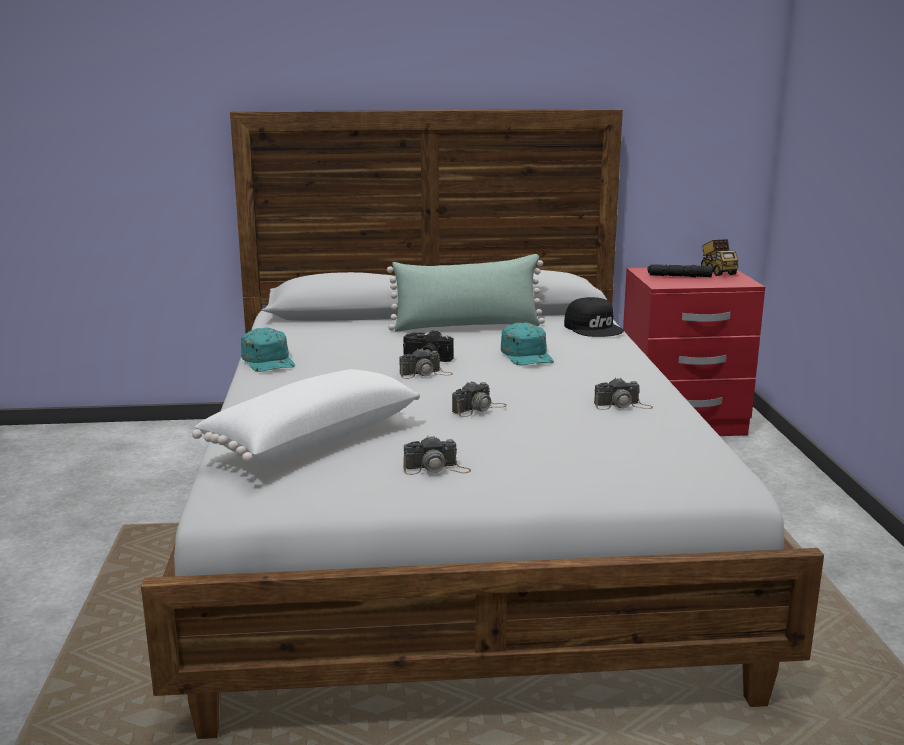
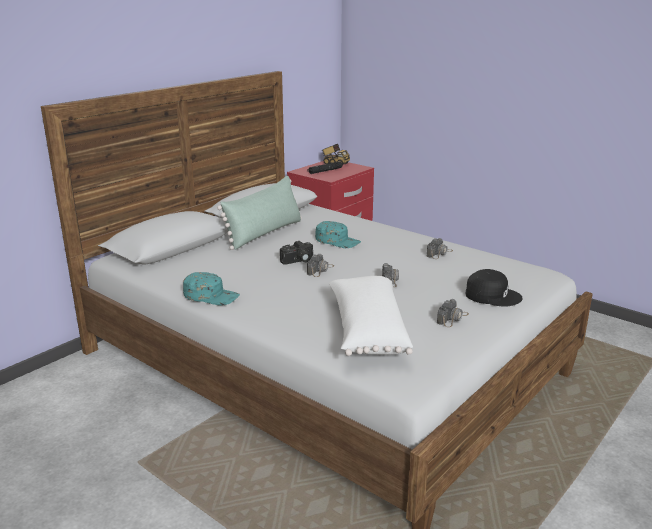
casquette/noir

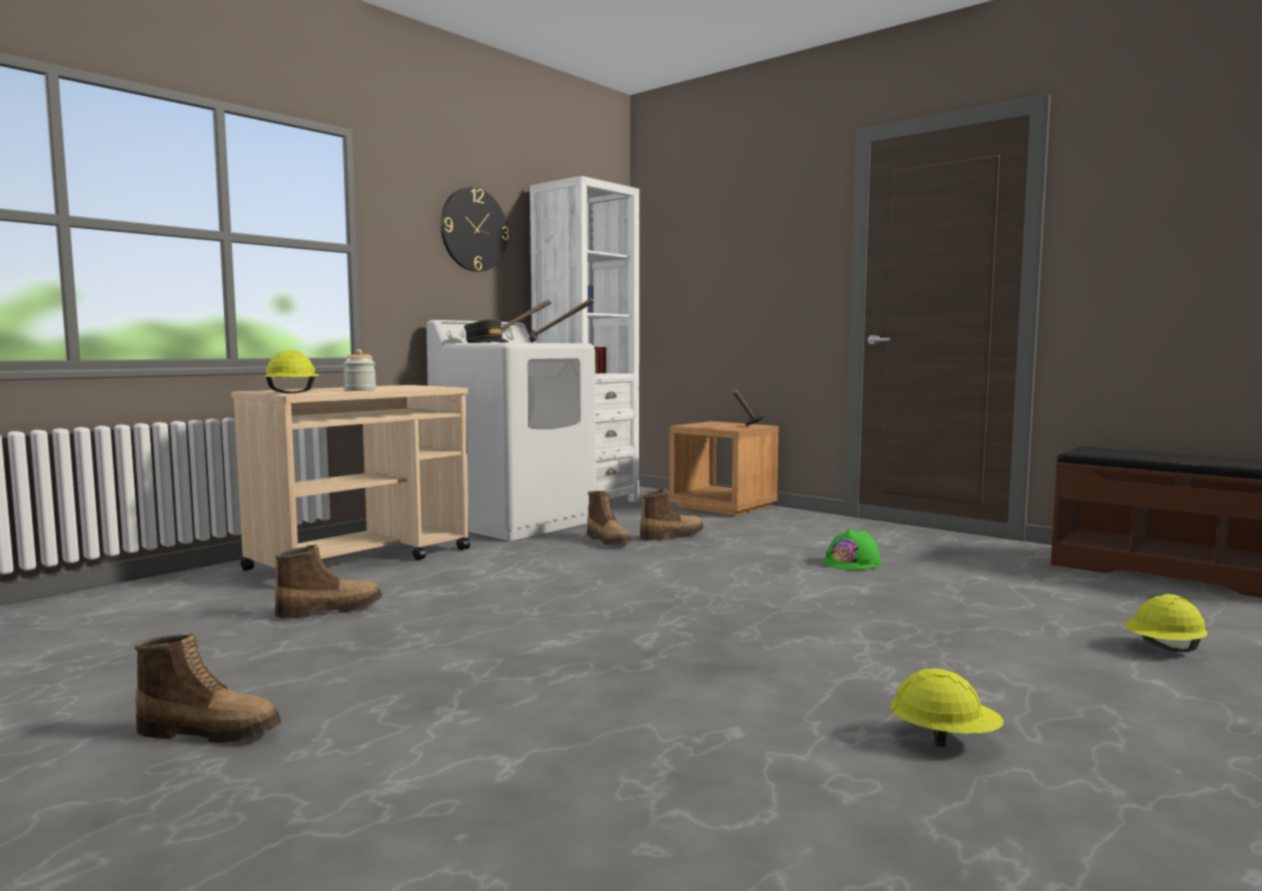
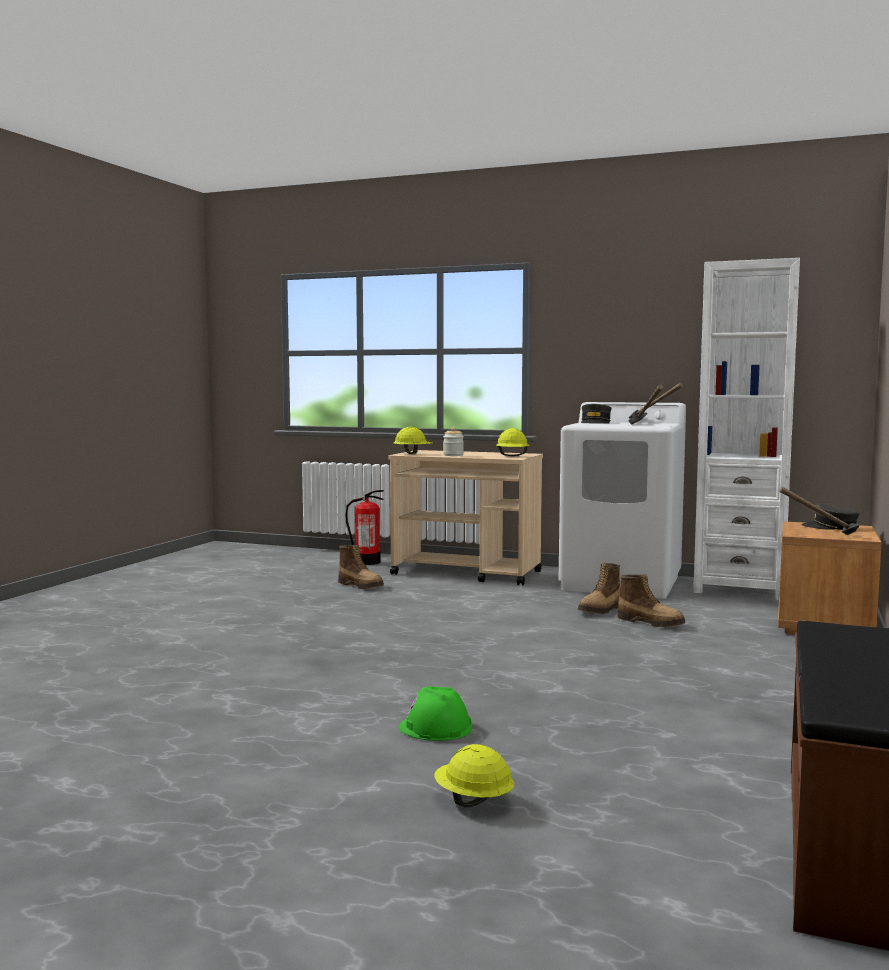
botte (no. 1 from left in the first image); horloge murale; casque de chantier/vert; casque de chantier/jaune (no. 3 from left); extincteur; casquette/gris (no. 2 from left)

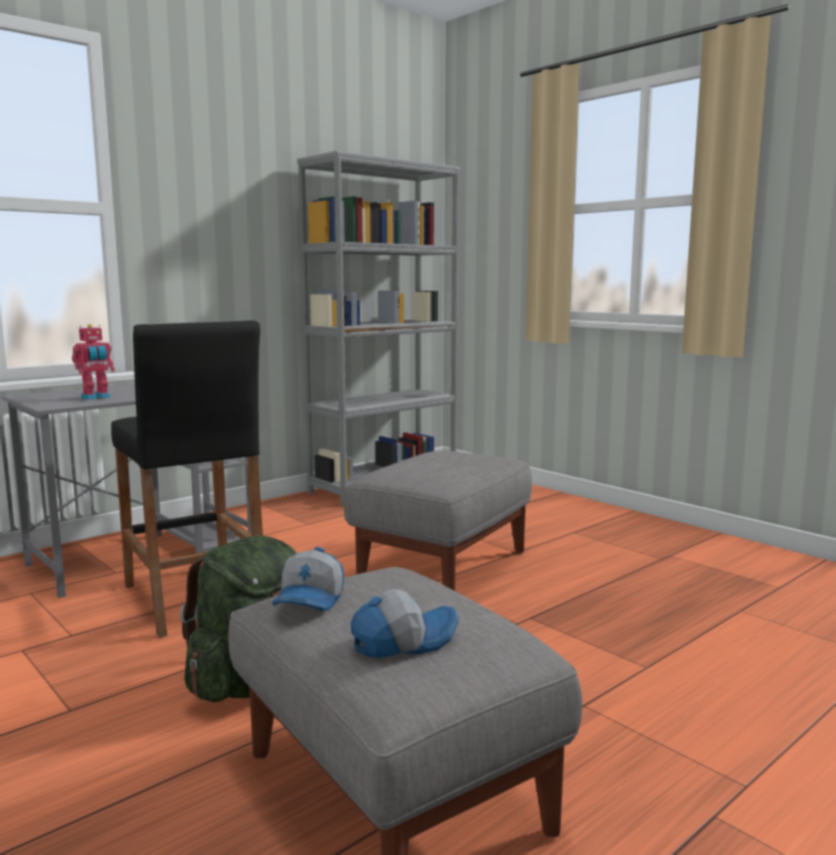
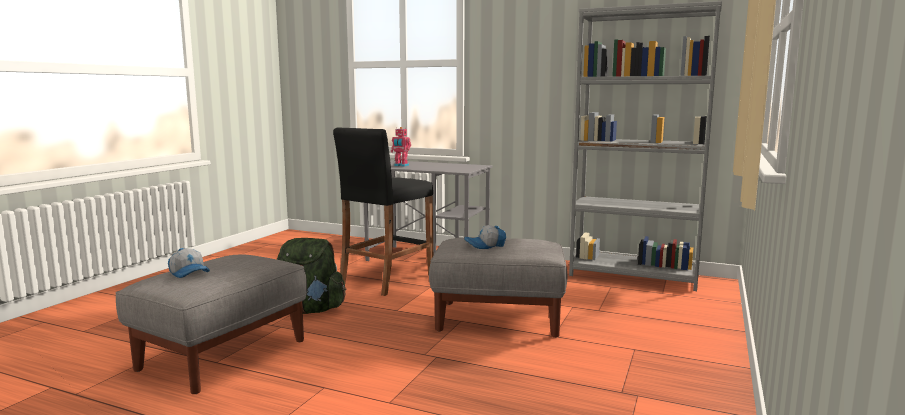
casquette (no. 2 from left)

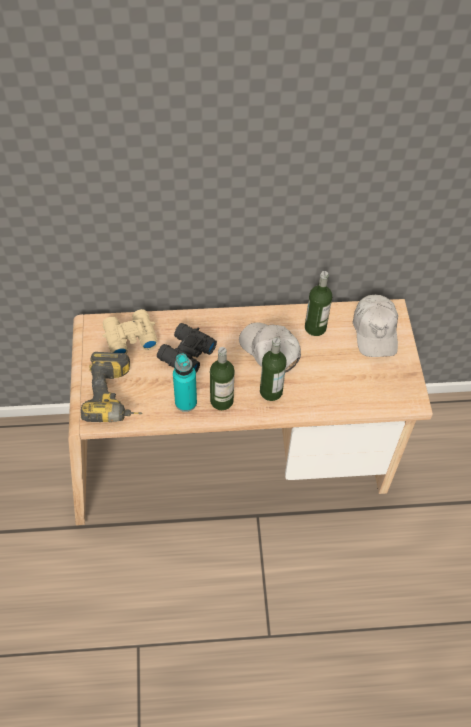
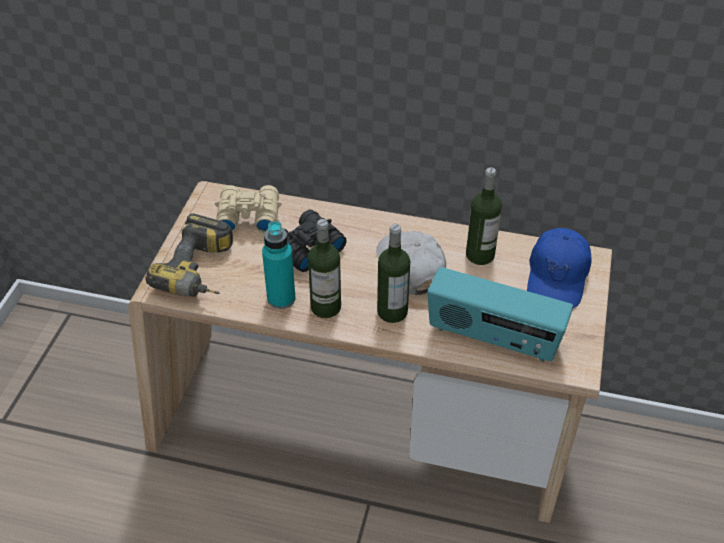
casquette/bleu; radio

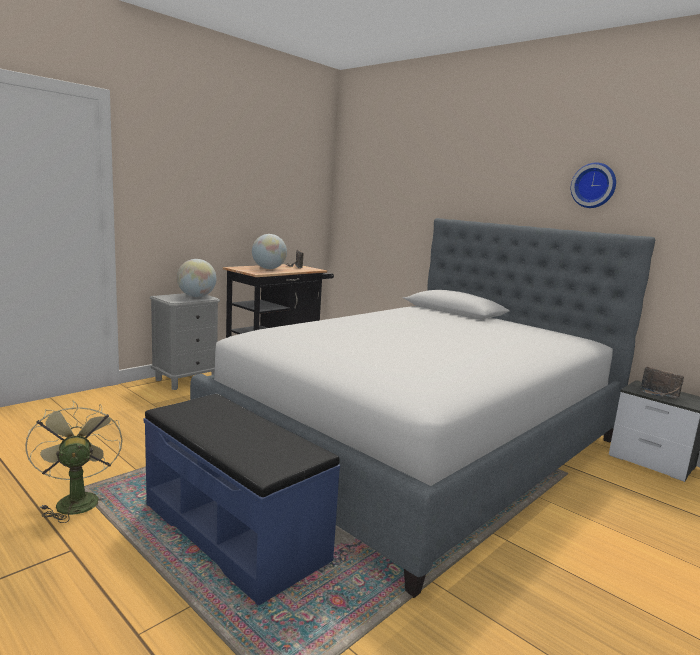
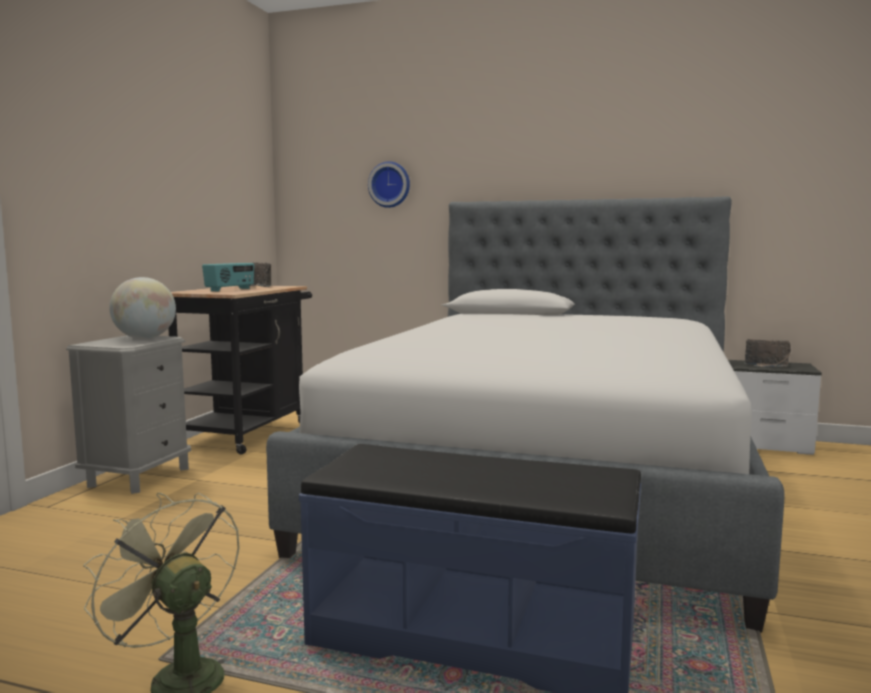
radio (no. 1 from left); horloge murale

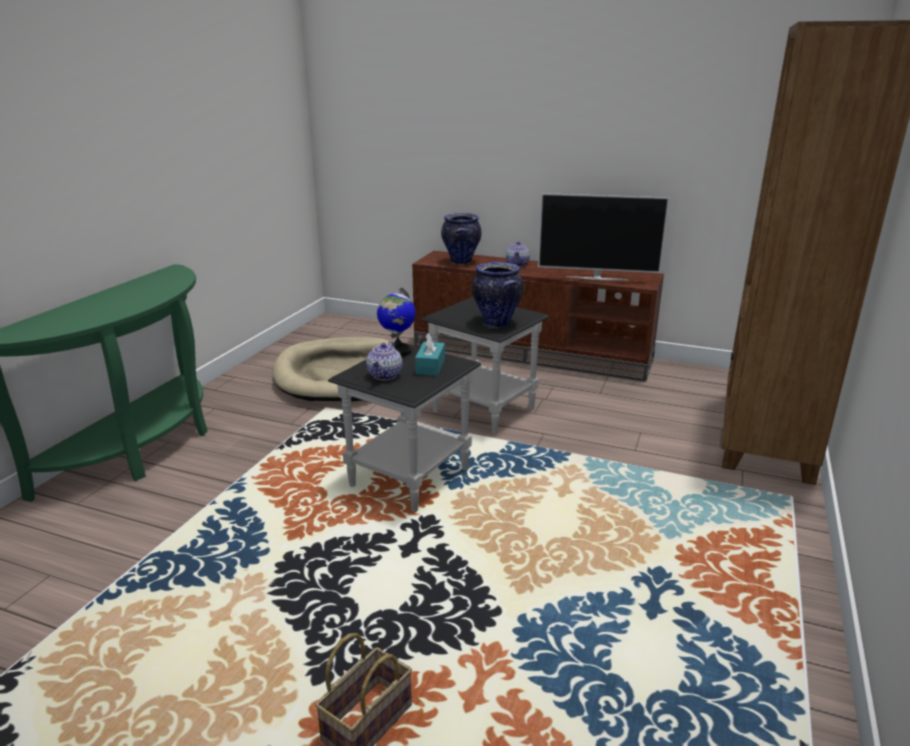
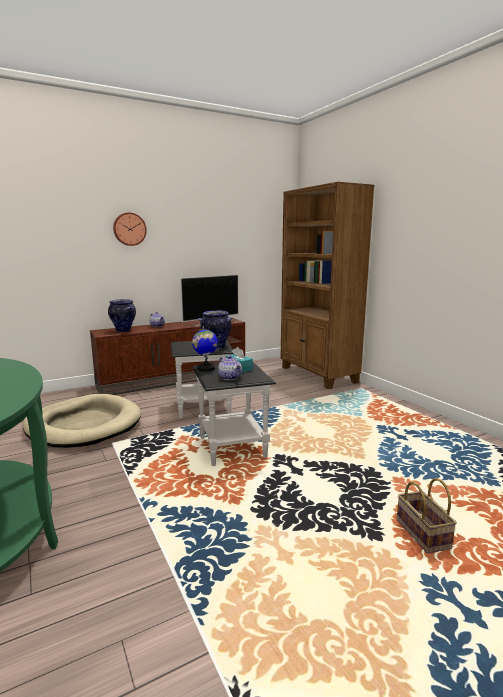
horloge murale

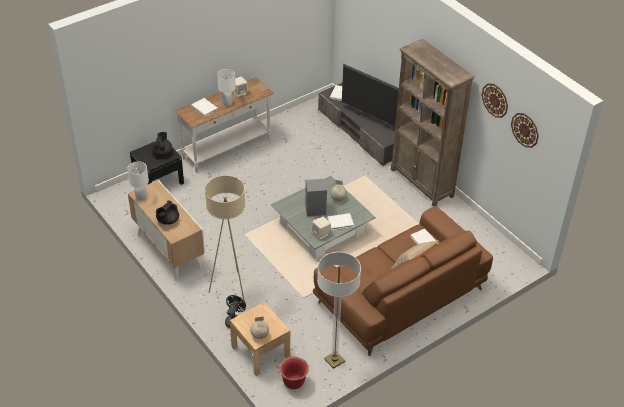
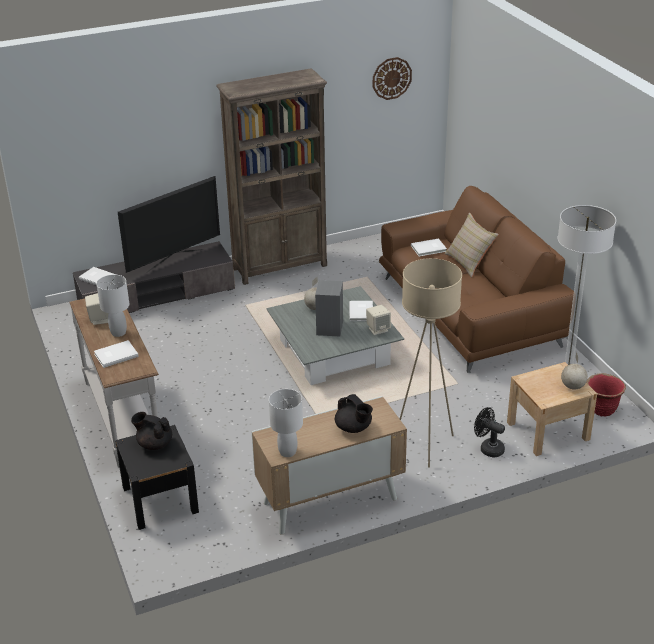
horloge murale (no. 1 from left in the first image)

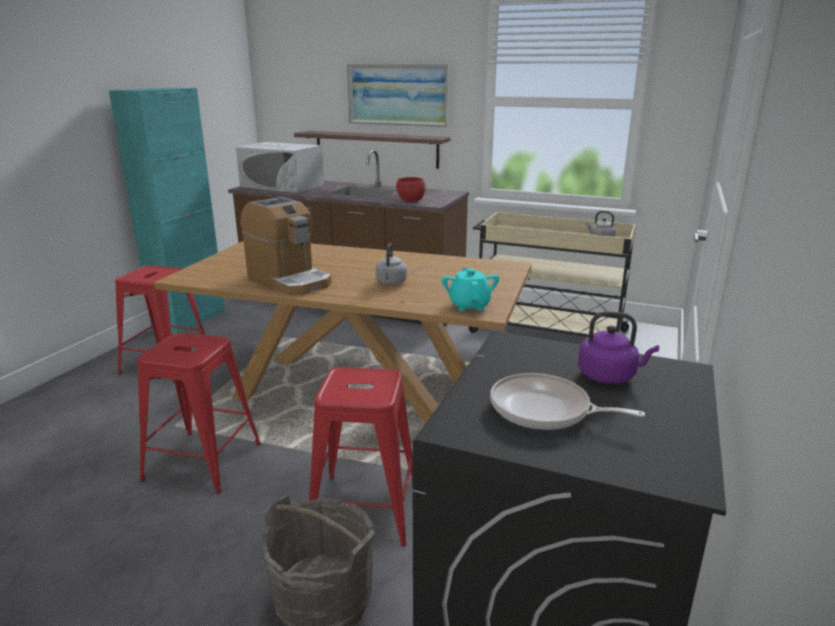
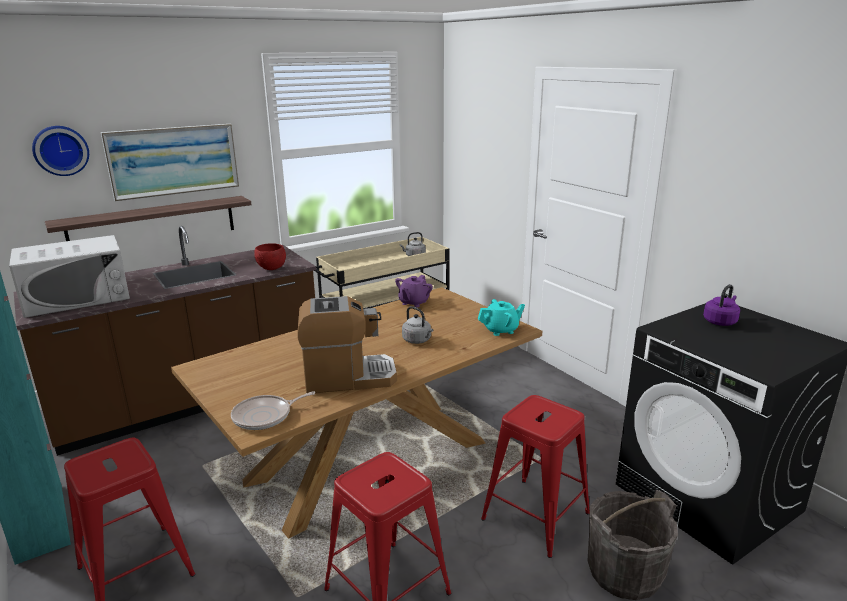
théière/turquoise; poêle; horloge murale; théière/violet

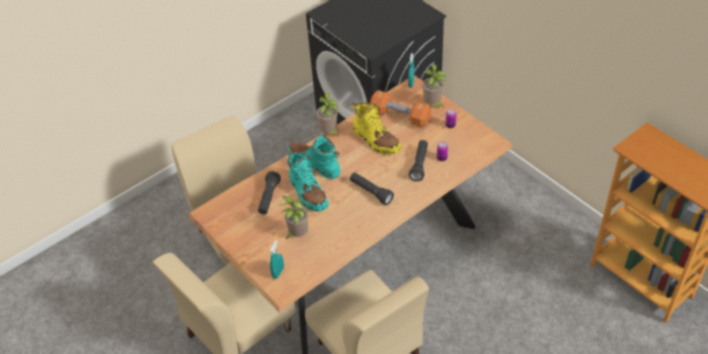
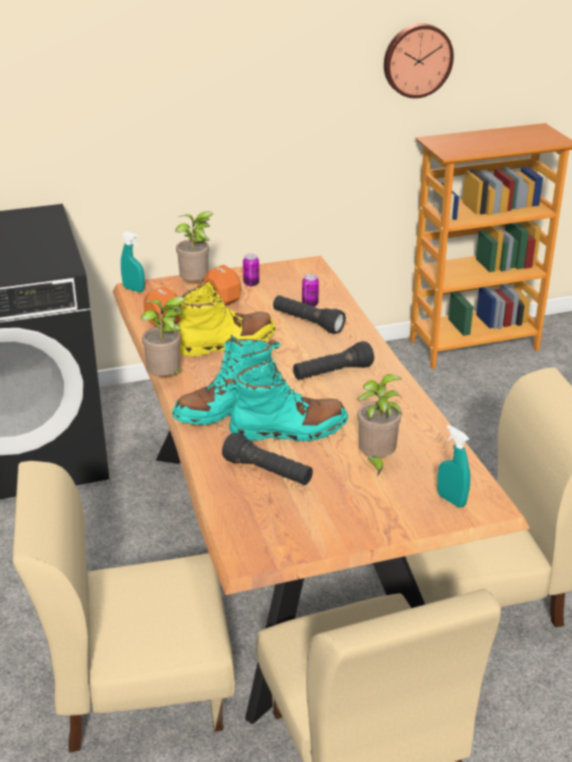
horloge murale

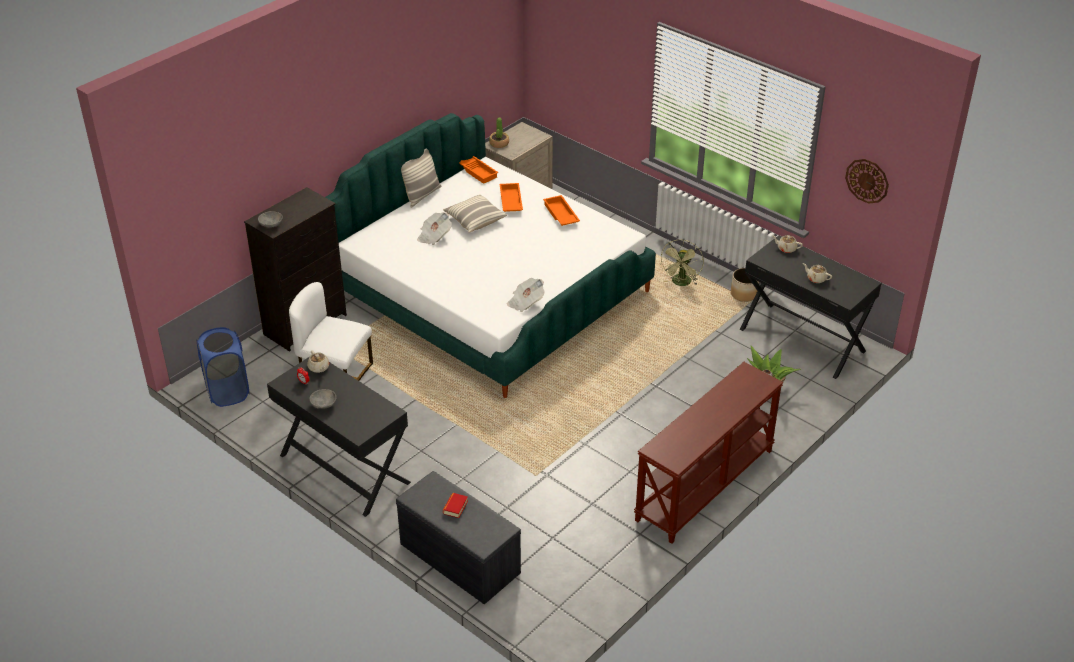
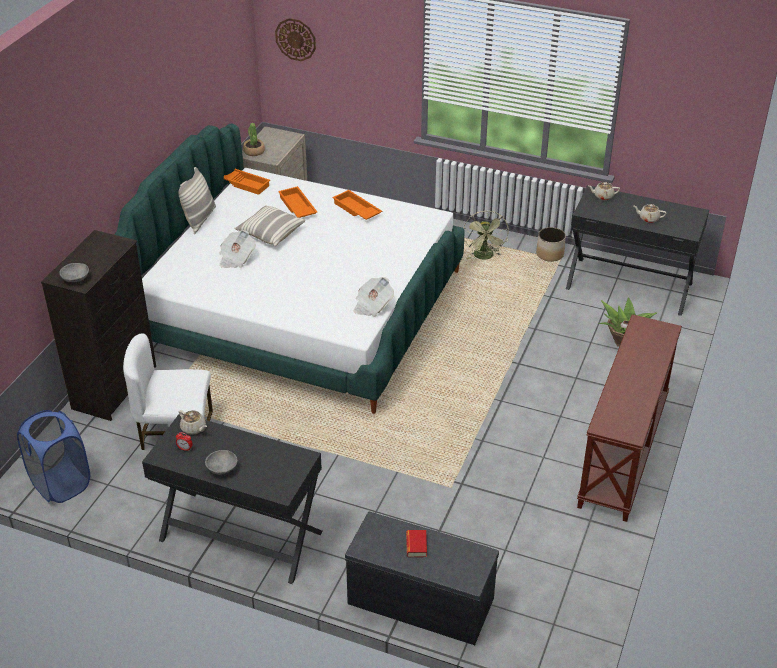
horloge murale

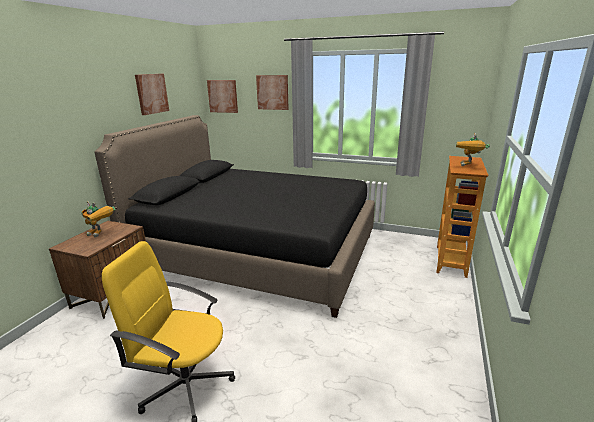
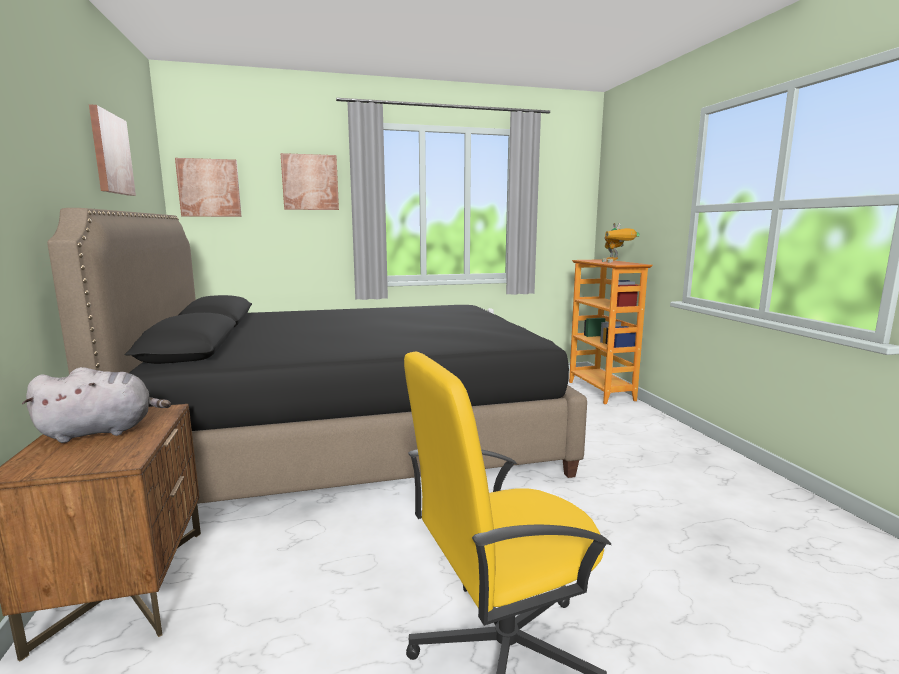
peluche/gris

